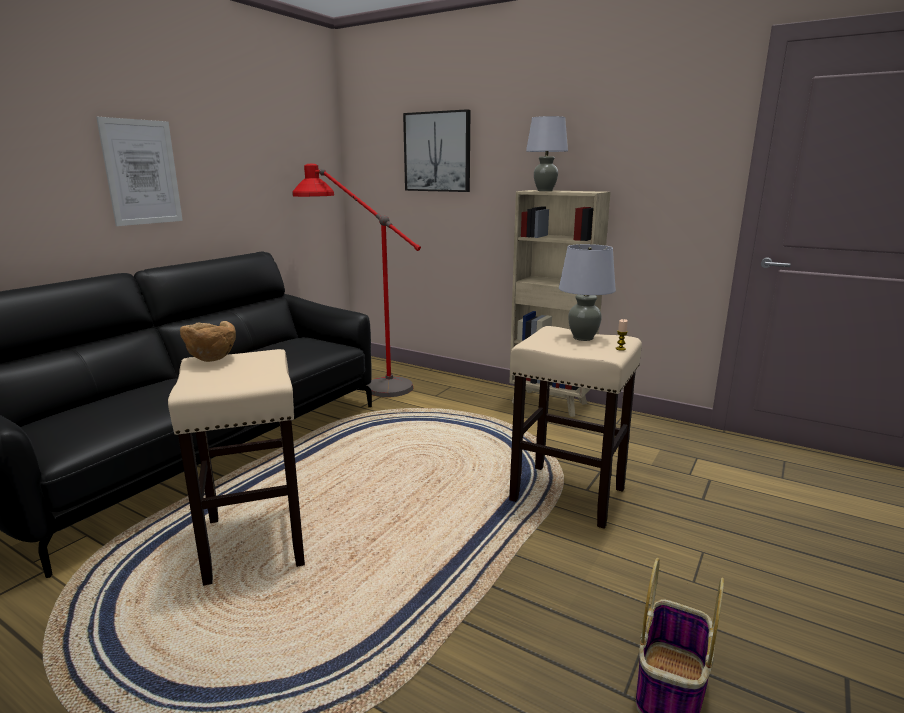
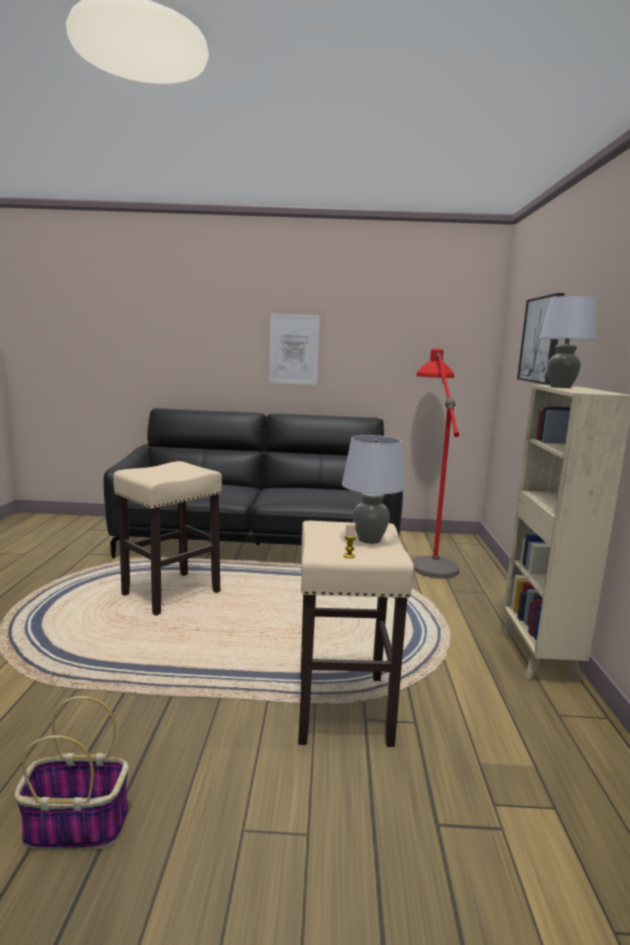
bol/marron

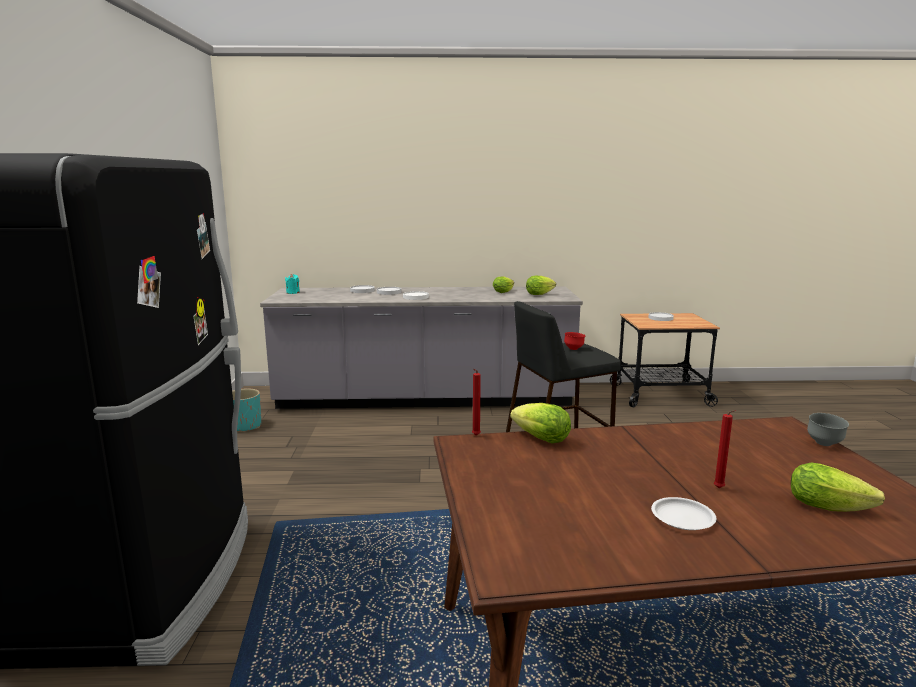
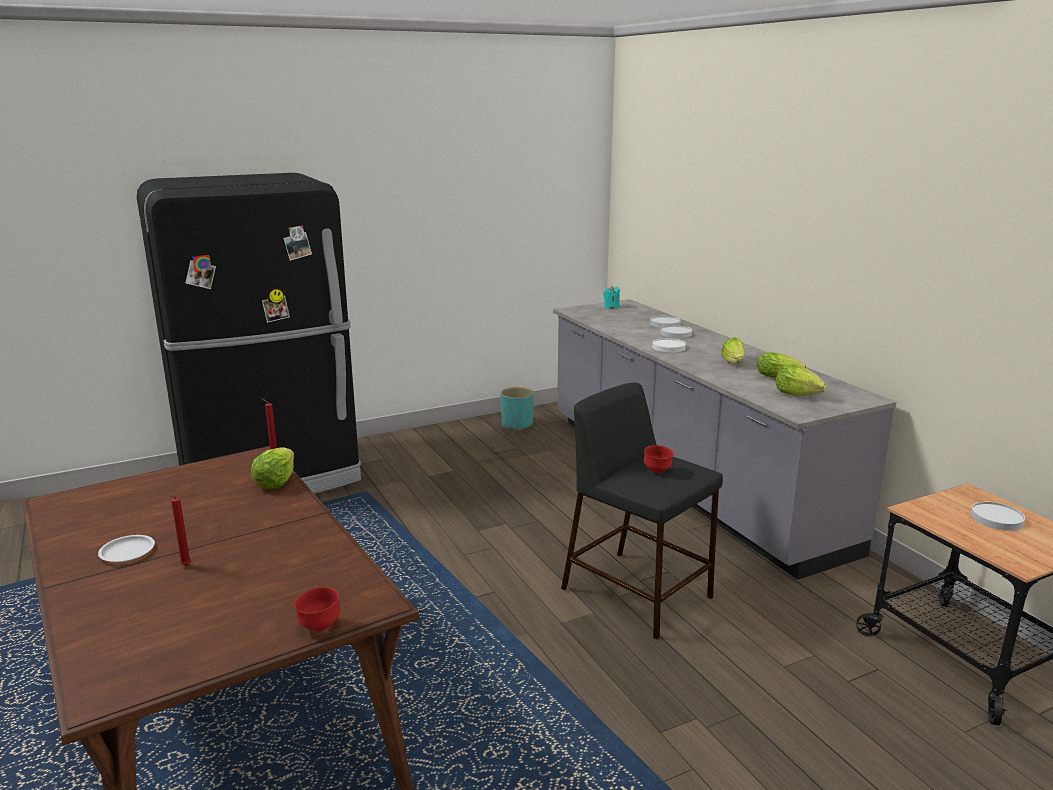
laitue (no. 2 from left); bol/rouge (no. 1 from left)

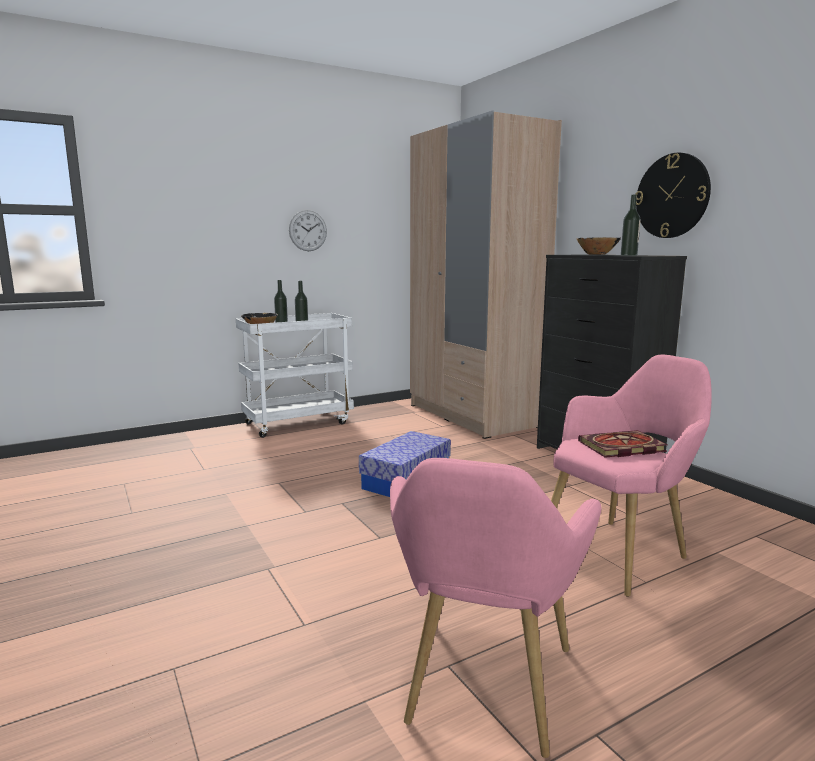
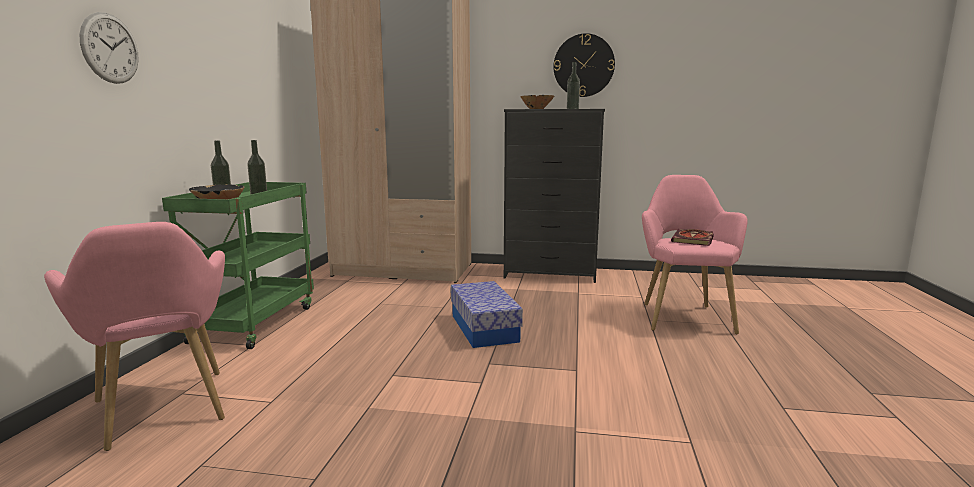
chariot/vert; horloge murale (no. 1 from left); fauteuil/rose (no. 1 from left)

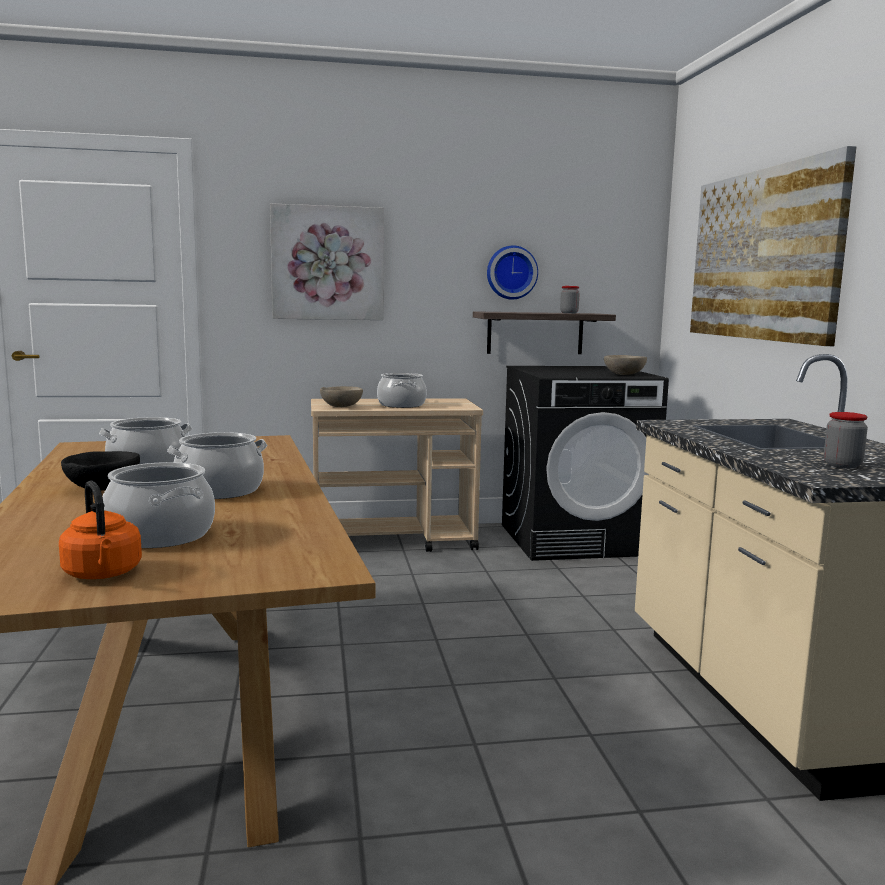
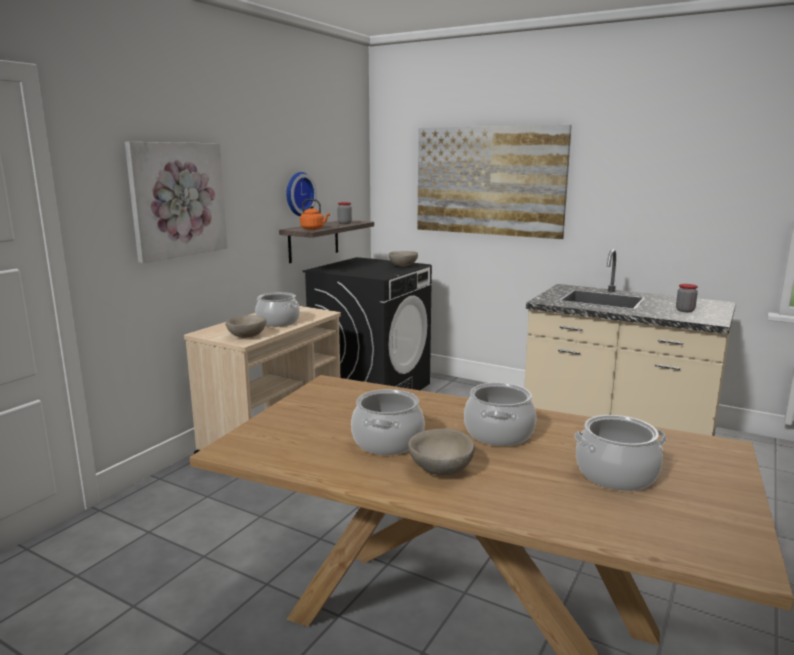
bouilloire/orange; bol/beige (no. 3 from left)

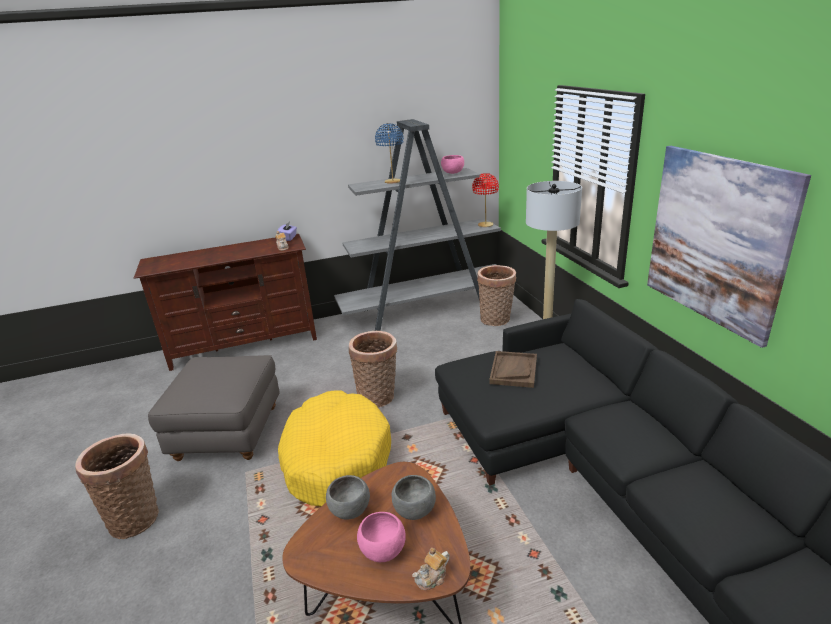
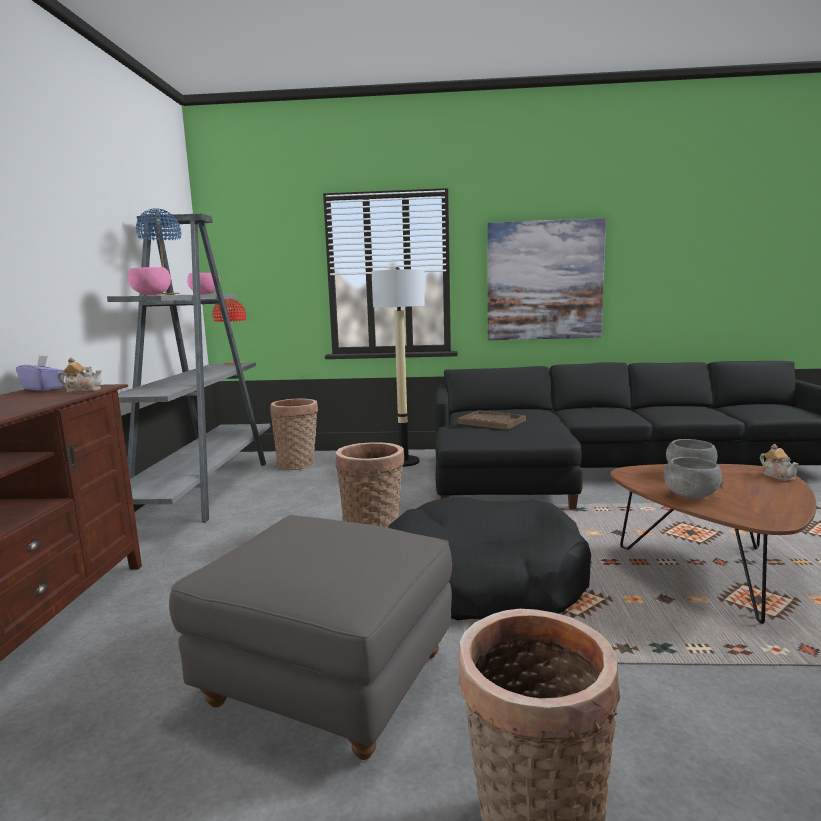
panier pour chien/noir; bol/rose (no. 1 from left)

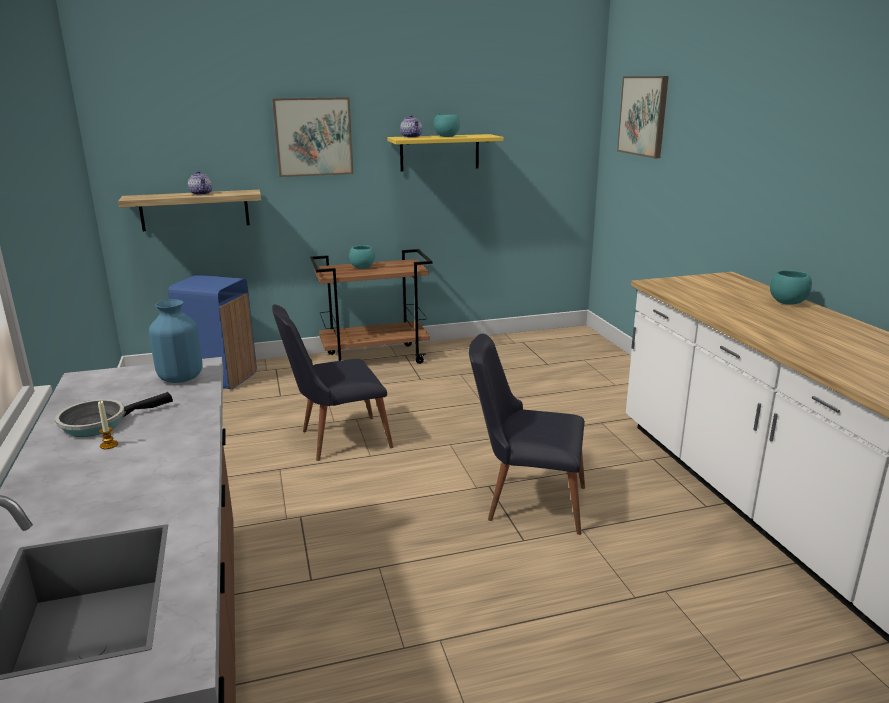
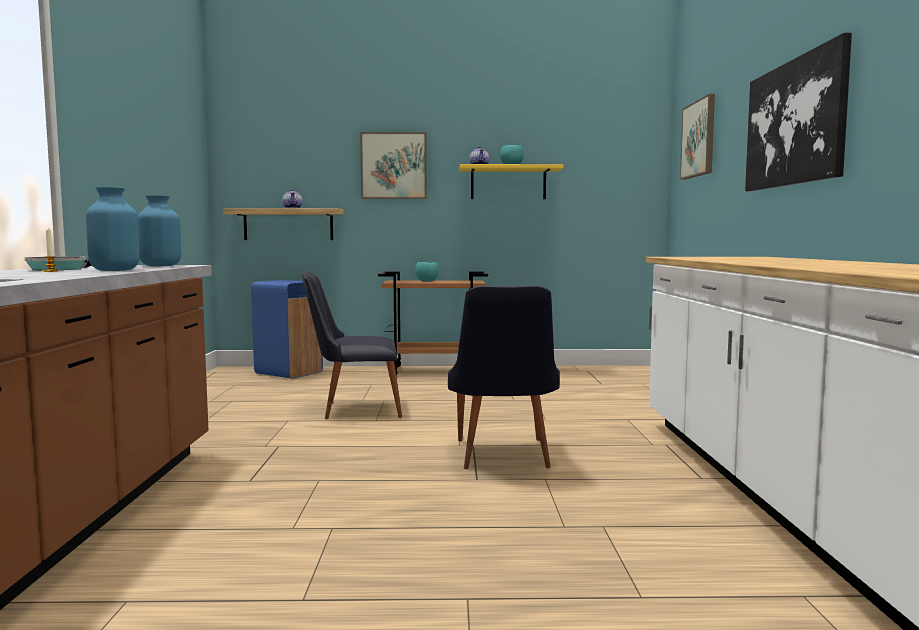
chaise/noir (no. 2 from left); bol/turquoise (no. 3 from left in the first image); vase/bleu (no. 1 from left); tableau (no. 3 from left)

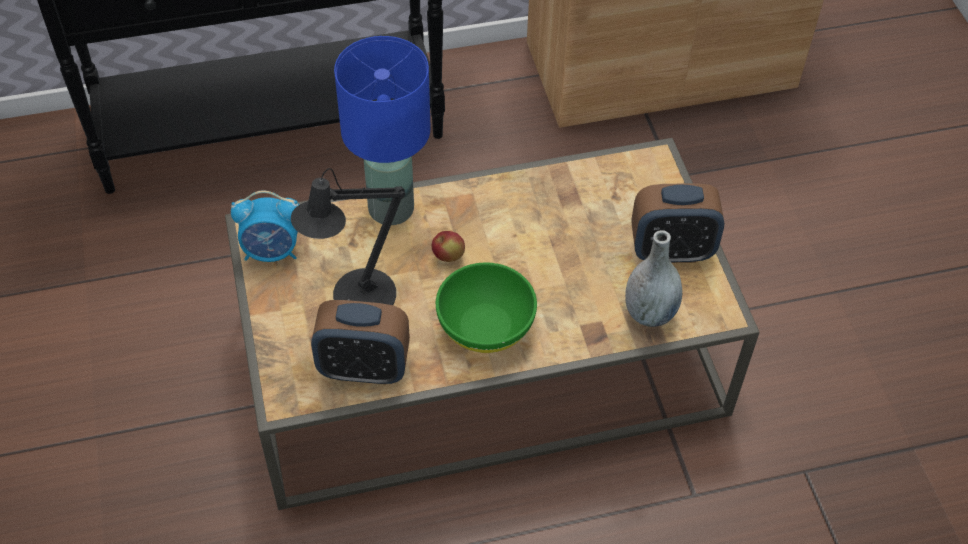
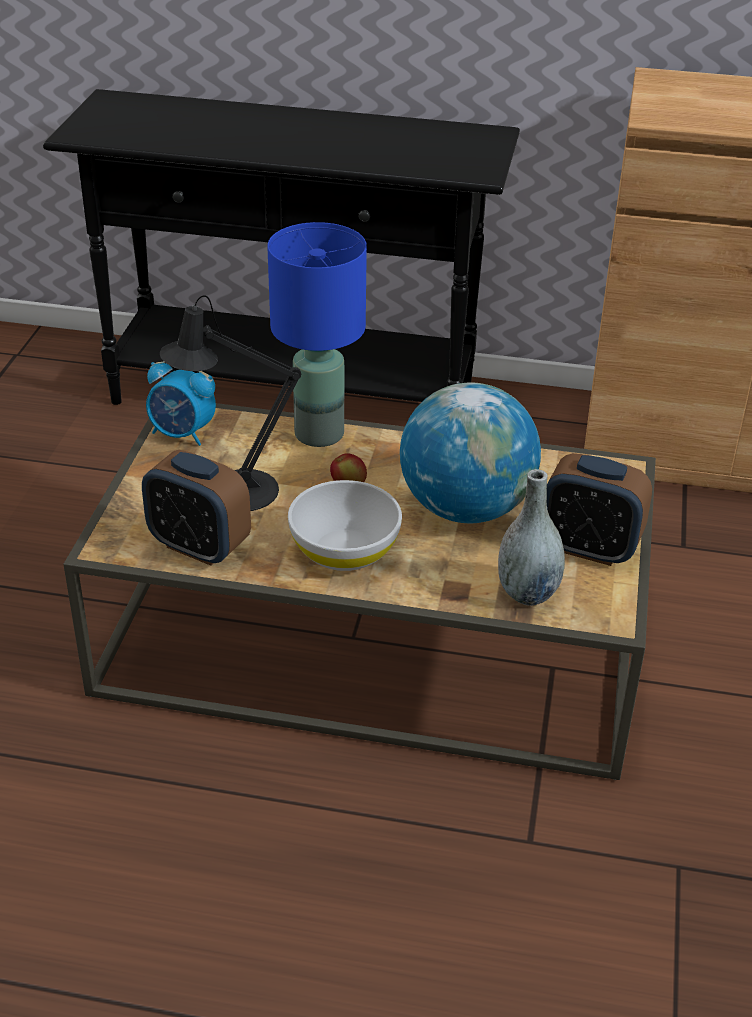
bol/blanc; globe

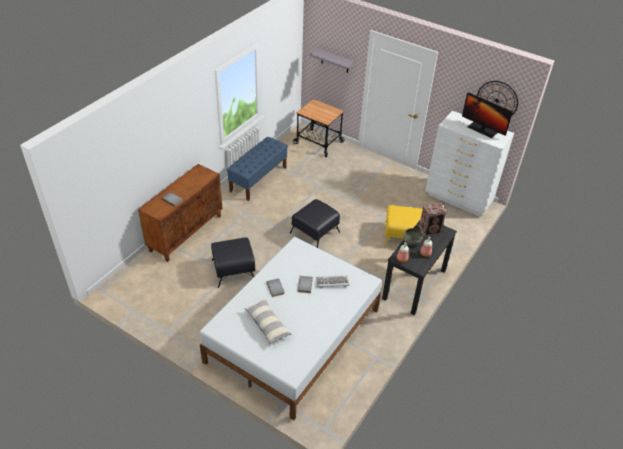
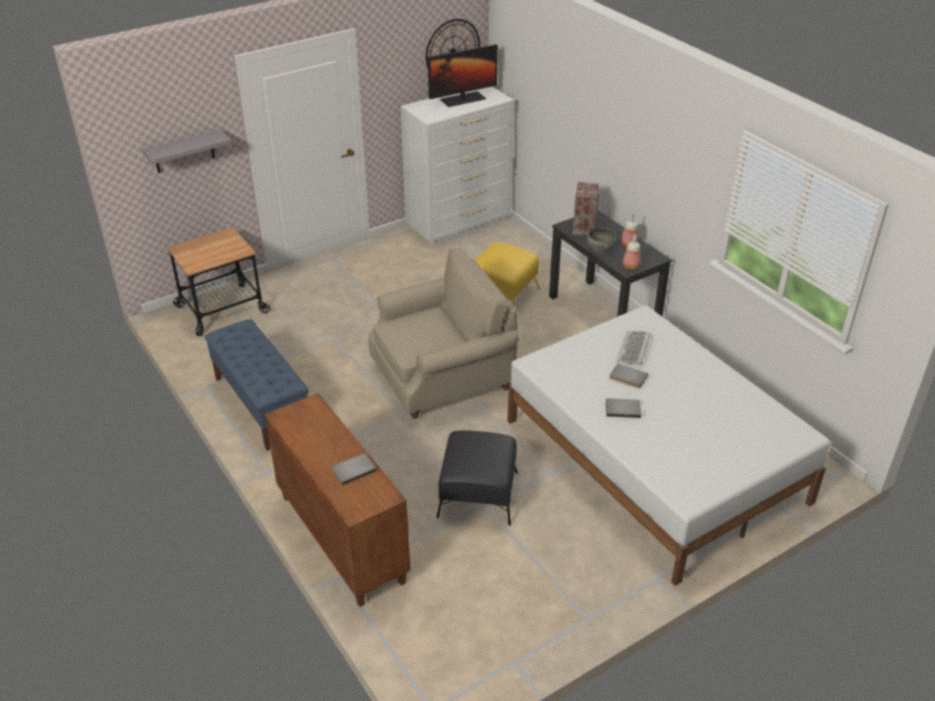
coussin; fauteuil/beige

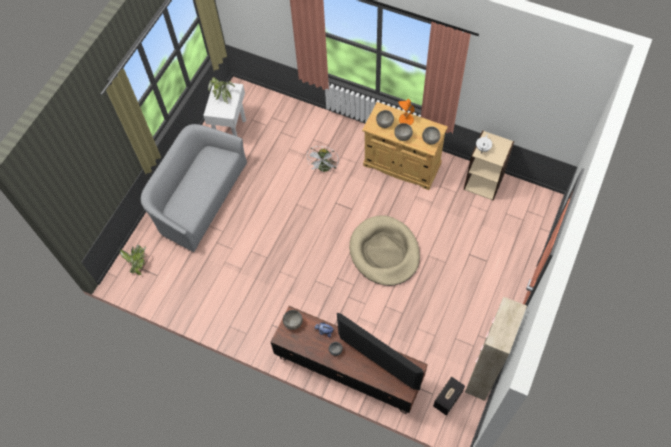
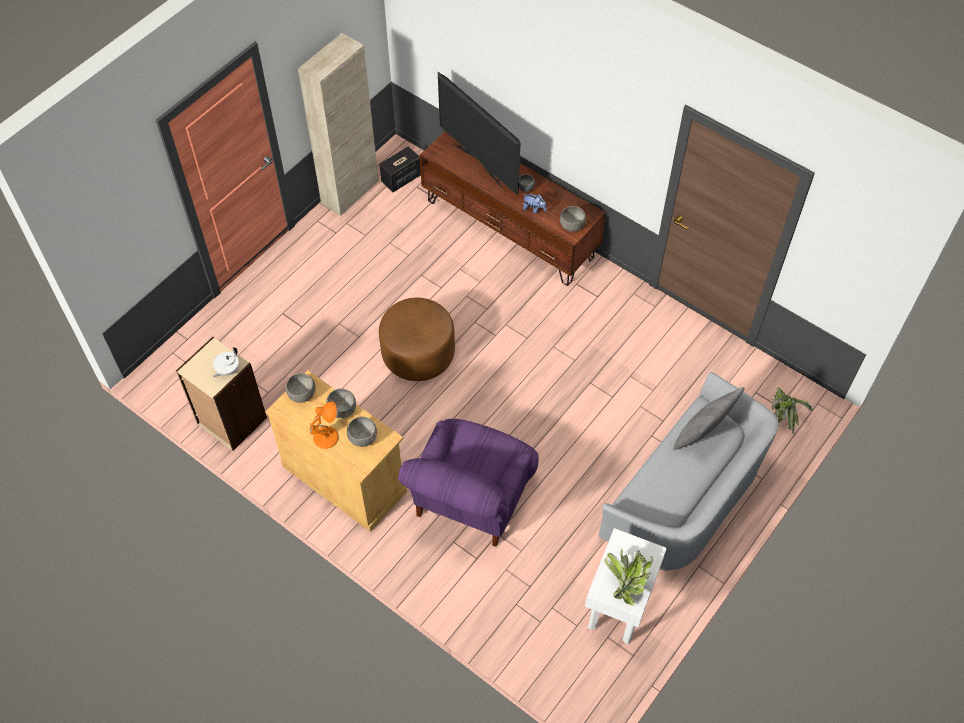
fauteuil/violet; pouf/marron; coussin/gris

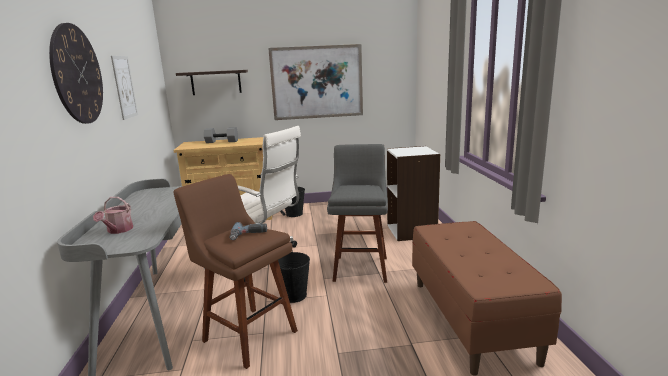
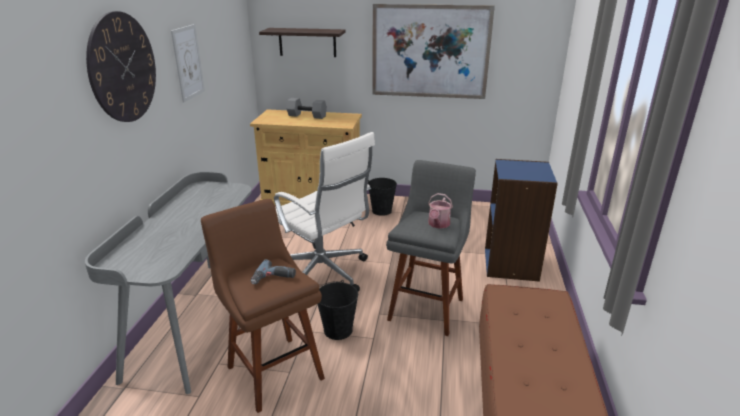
arrosoir; bibliothèque/bleu

